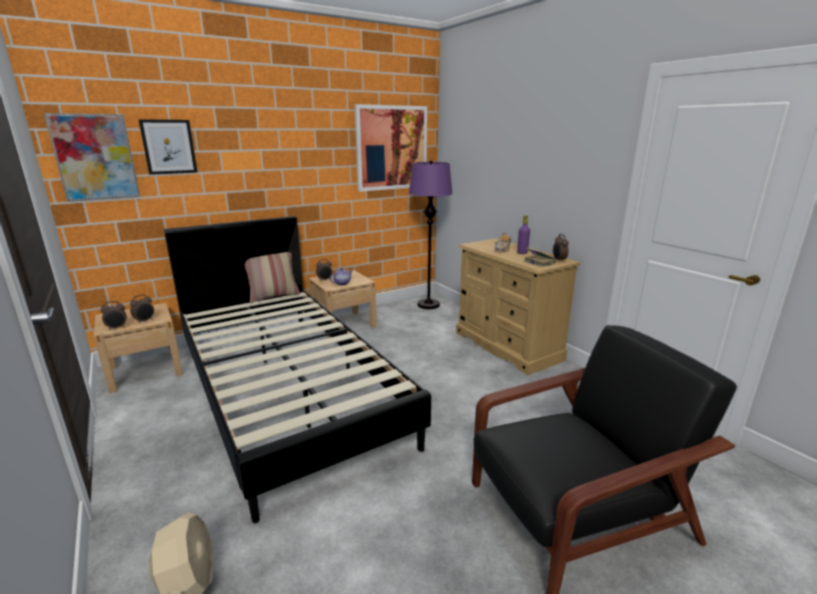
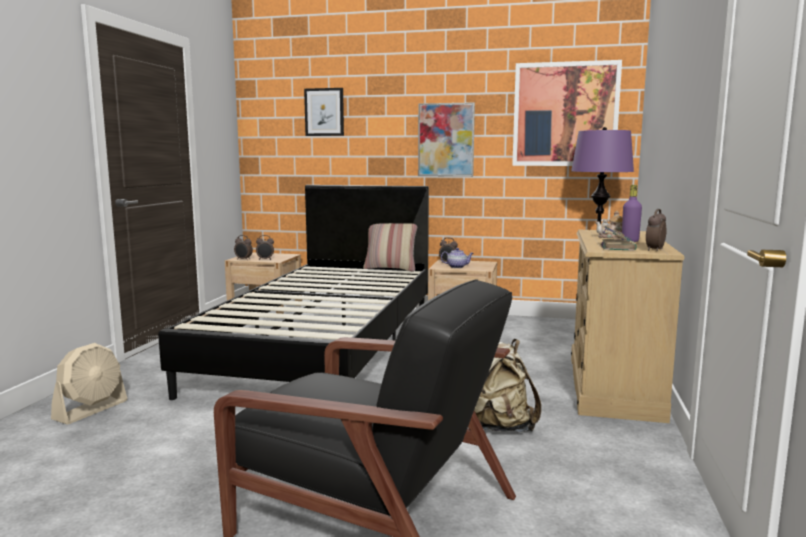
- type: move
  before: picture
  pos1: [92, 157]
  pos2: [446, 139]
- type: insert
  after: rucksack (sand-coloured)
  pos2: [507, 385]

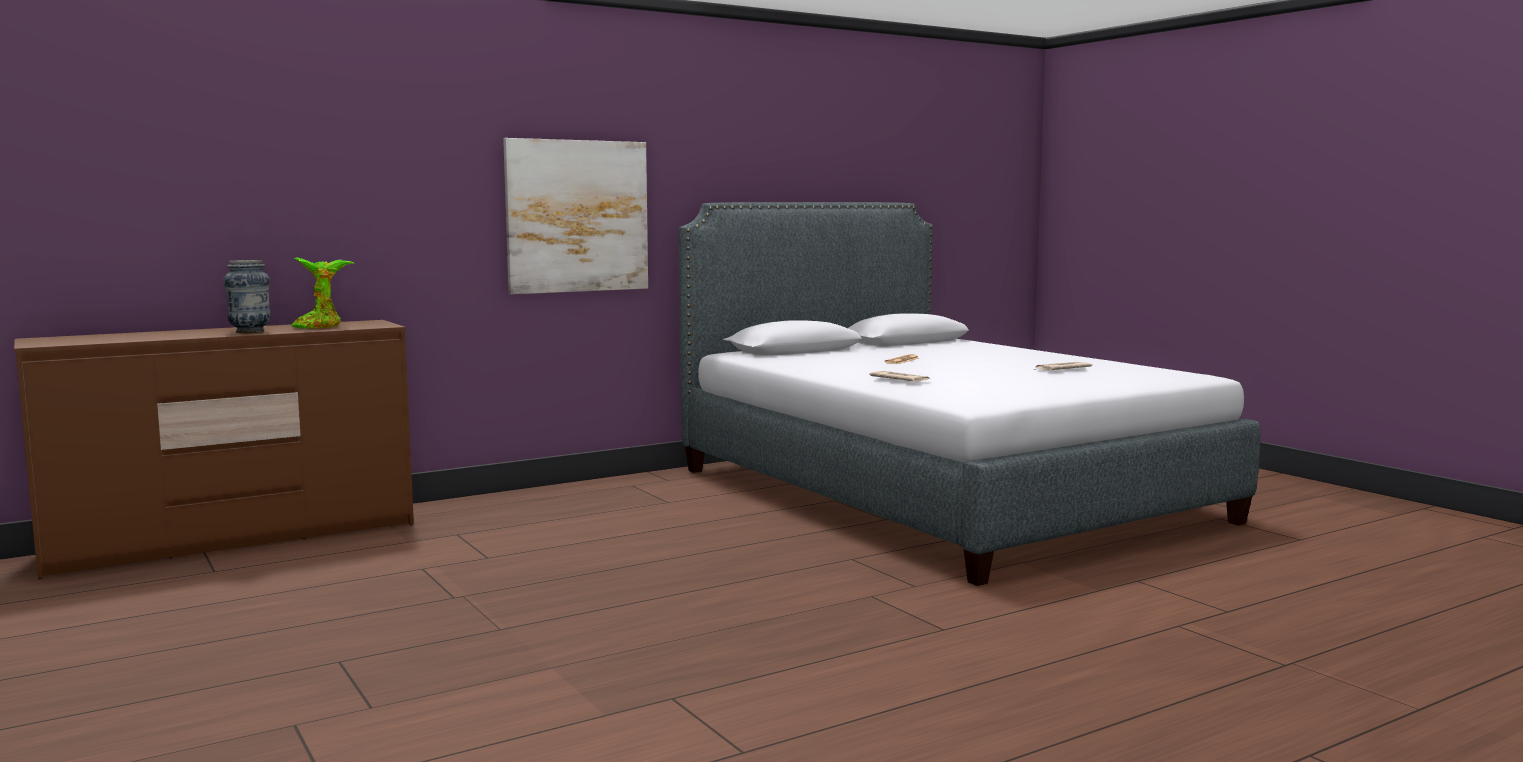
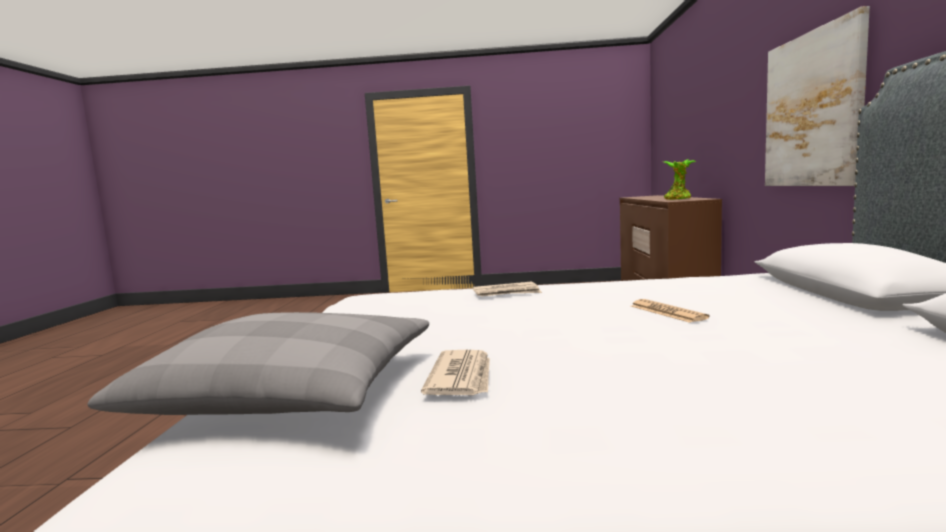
- type: delete
  before: decorative vase
  pos1: [247, 296]
- type: insert
  after: cushion (grey)
  pos2: [258, 363]

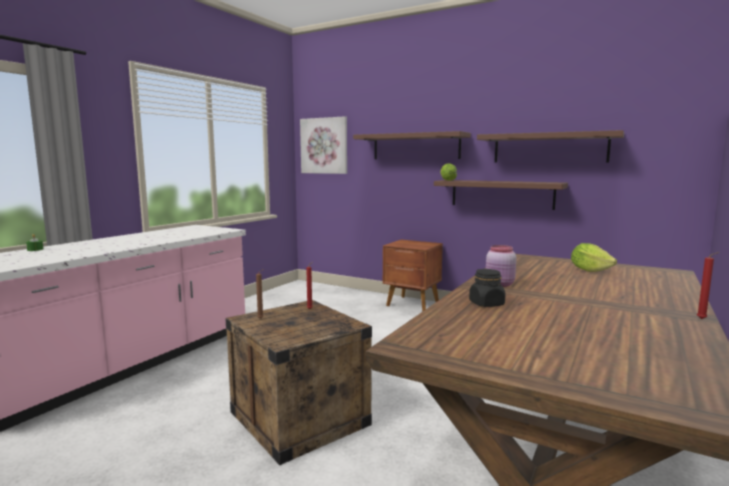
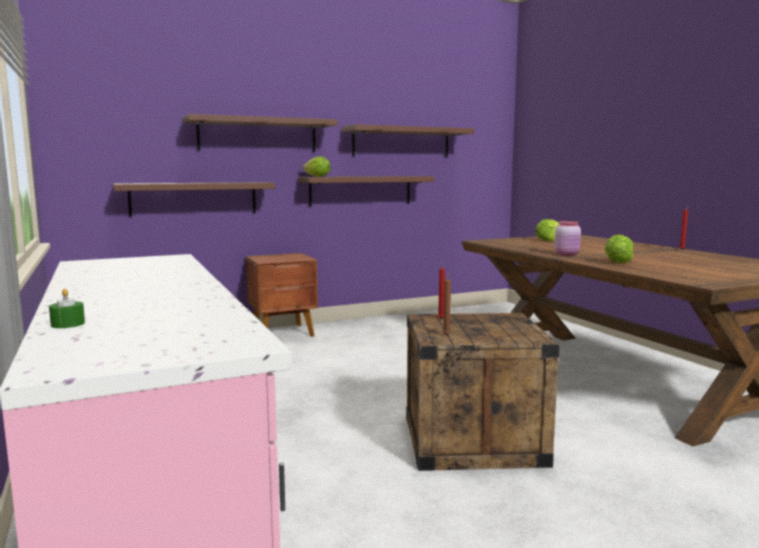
- type: delete
  before: picture
  pos1: [323, 145]
- type: replace
  before: storage jar (black-coloured)
  after: lettuce head
  pos1: [487, 288]
  pos2: [618, 249]
- type: insert
  after: shelf (brown-coloured)
  pos2: [194, 199]

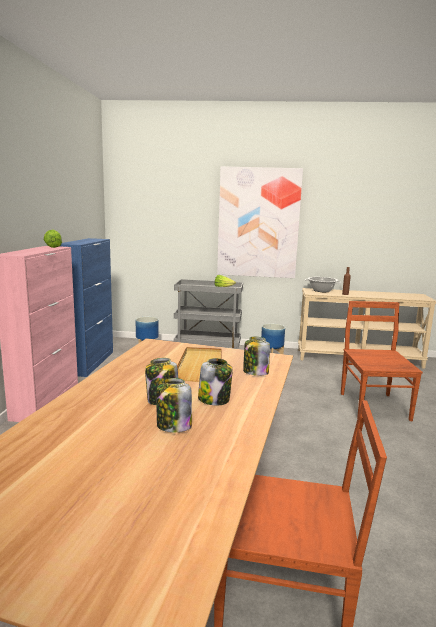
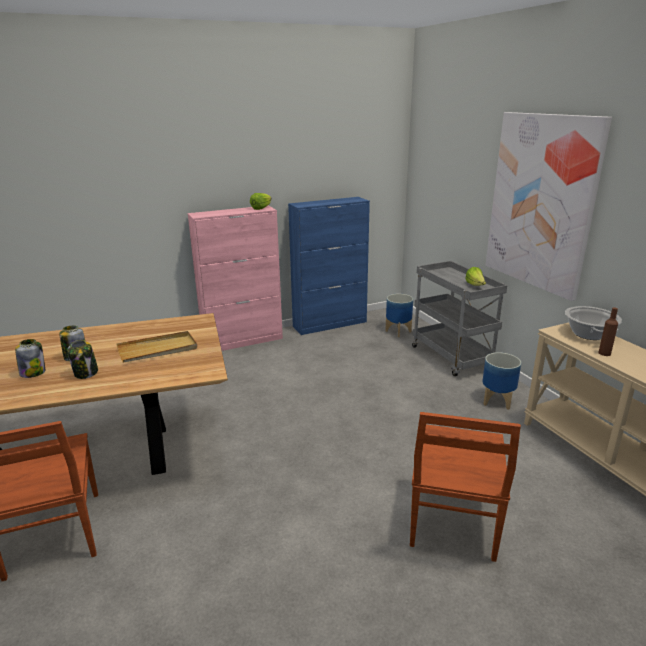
- type: delete
  before: storage jar
  pos1: [256, 356]
- type: rotate
  before: plain chair (brown-coloured)
  pos1: [382, 361]
  pos2: [465, 487]
  turn: 135

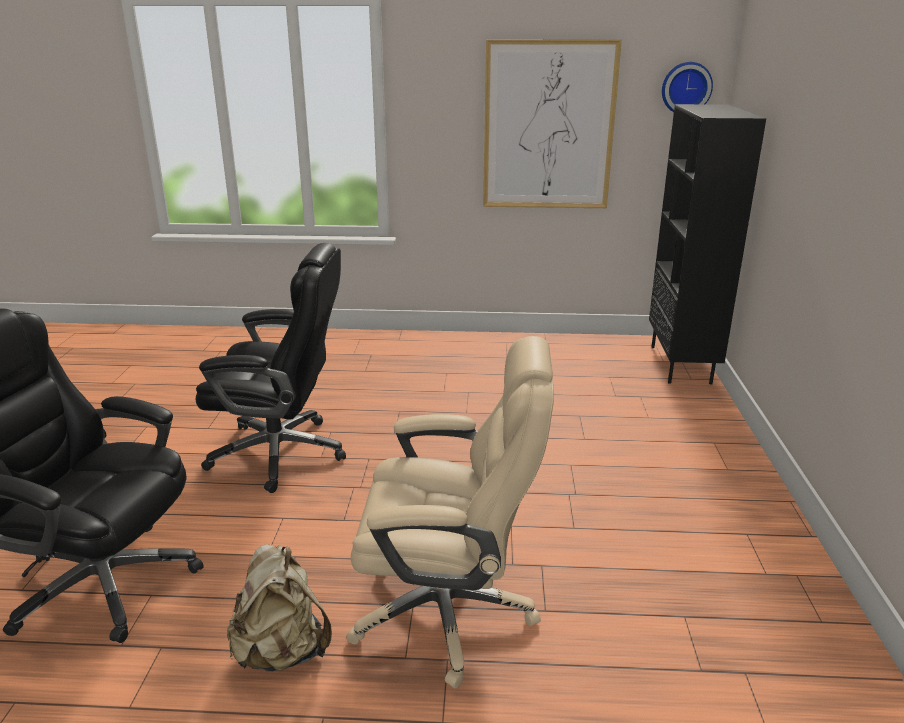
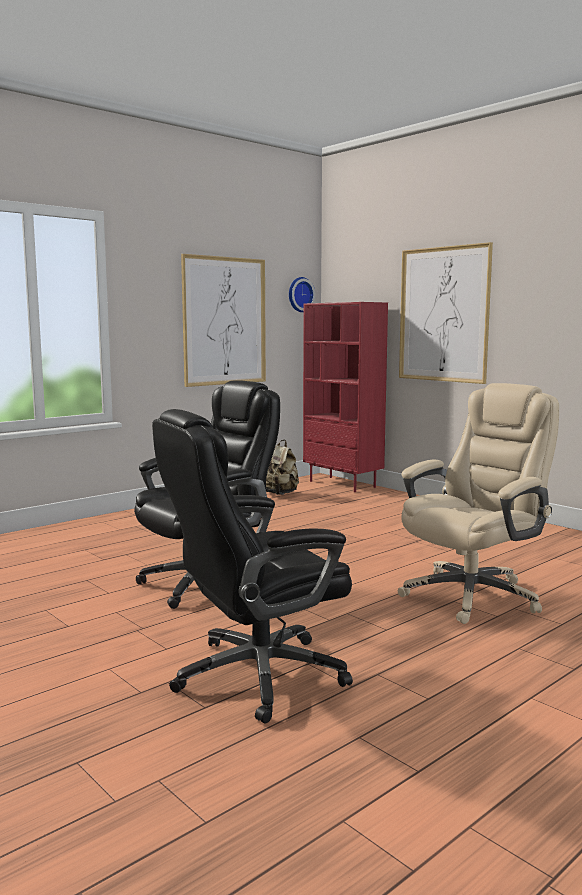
- type: move
  before: rucksack (sand-coloured)
  pos1: [279, 607]
  pos2: [282, 467]
- type: recolor
  before: bookshelf (black-coloured)
  after: bookshelf (reddish)
  pos1: [707, 244]
  pos2: [345, 397]
- type: insert
  after: picture
  pos2: [446, 313]

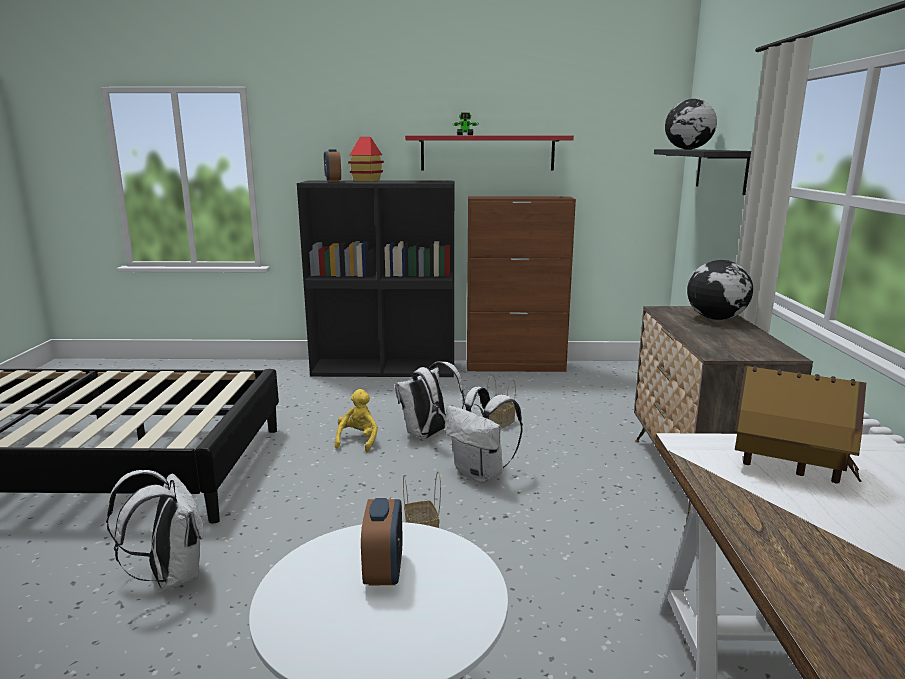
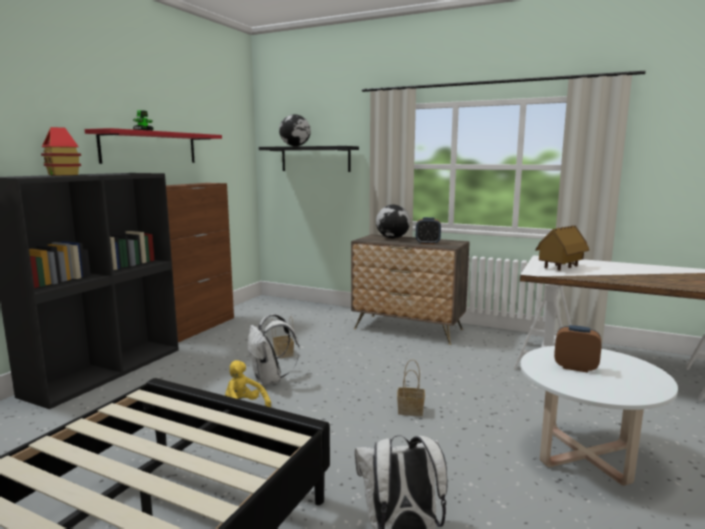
- type: move
  before: table clock
  pos1: [332, 165]
  pos2: [428, 230]
- type: delete
  before: rucksack (white-coloured)
  pos1: [484, 435]

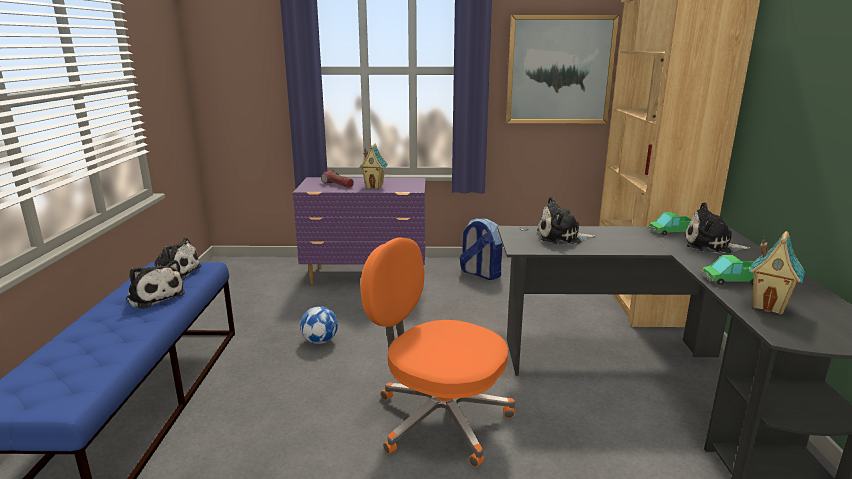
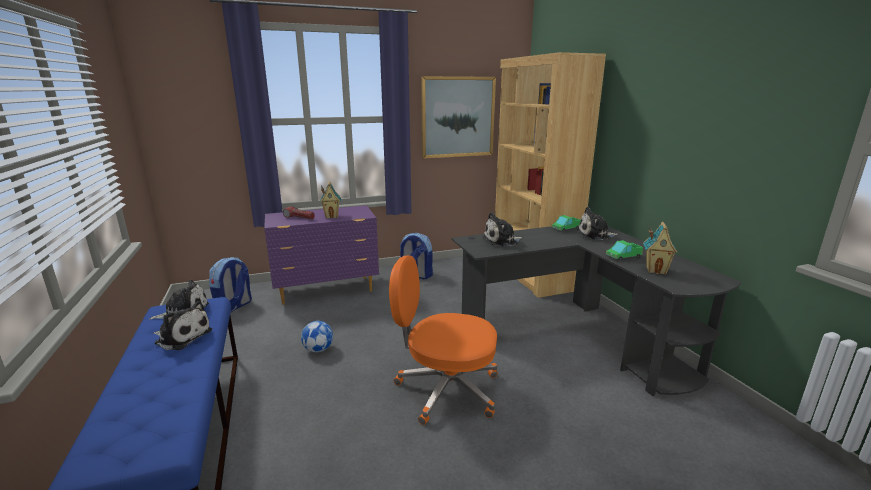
- type: insert
  after: rucksack
  pos2: [230, 284]

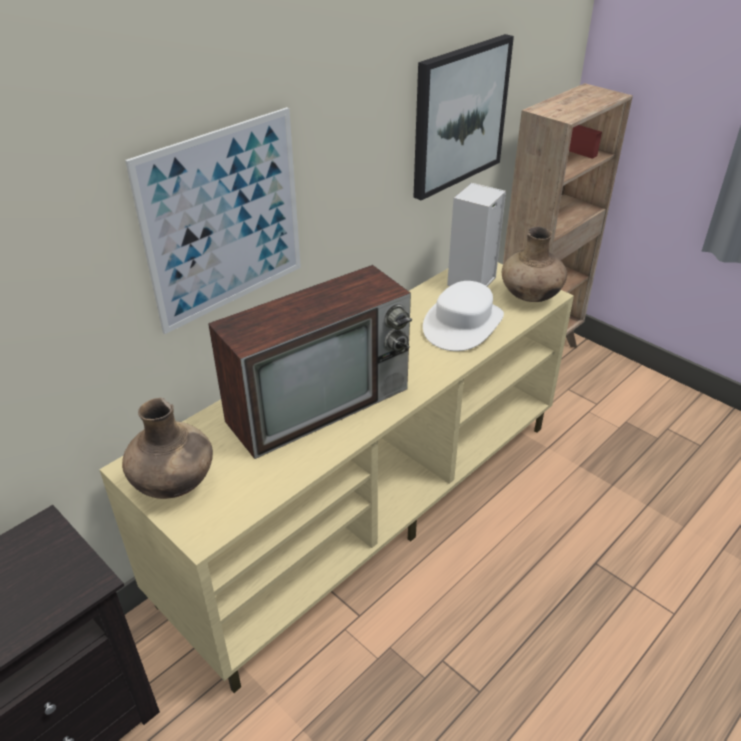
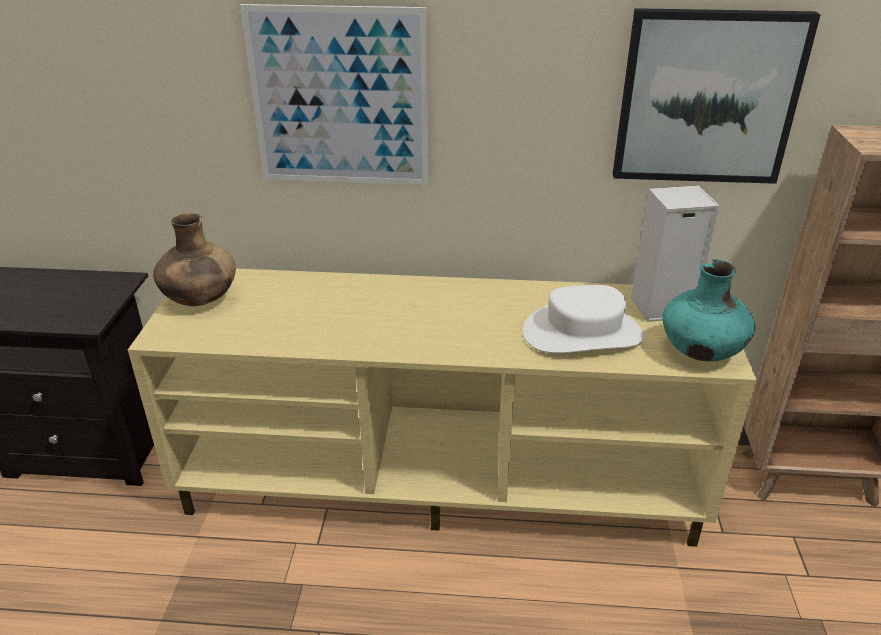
- type: delete
  before: TV
  pos1: [310, 362]
- type: recolor
  before: decorative vase (brown-coloured)
  after: decorative vase (turquoise-coloured)
  pos1: [534, 264]
  pos2: [708, 310]

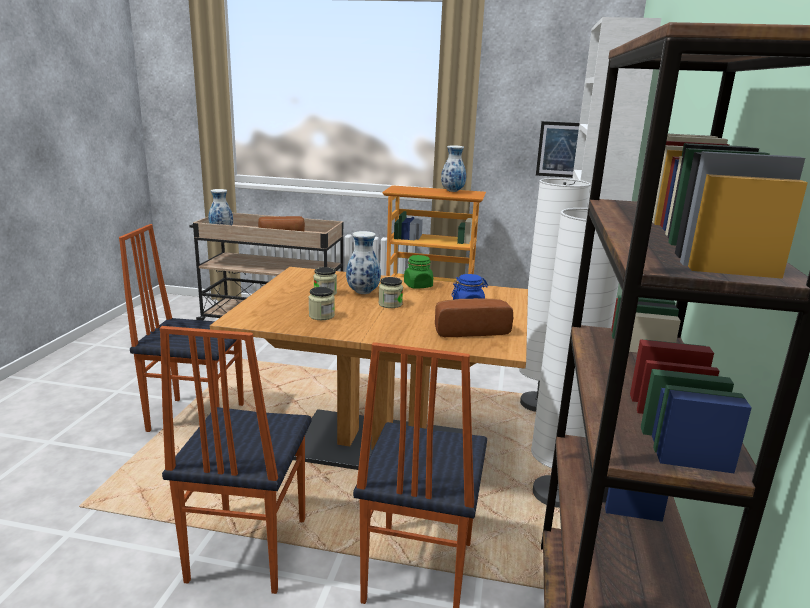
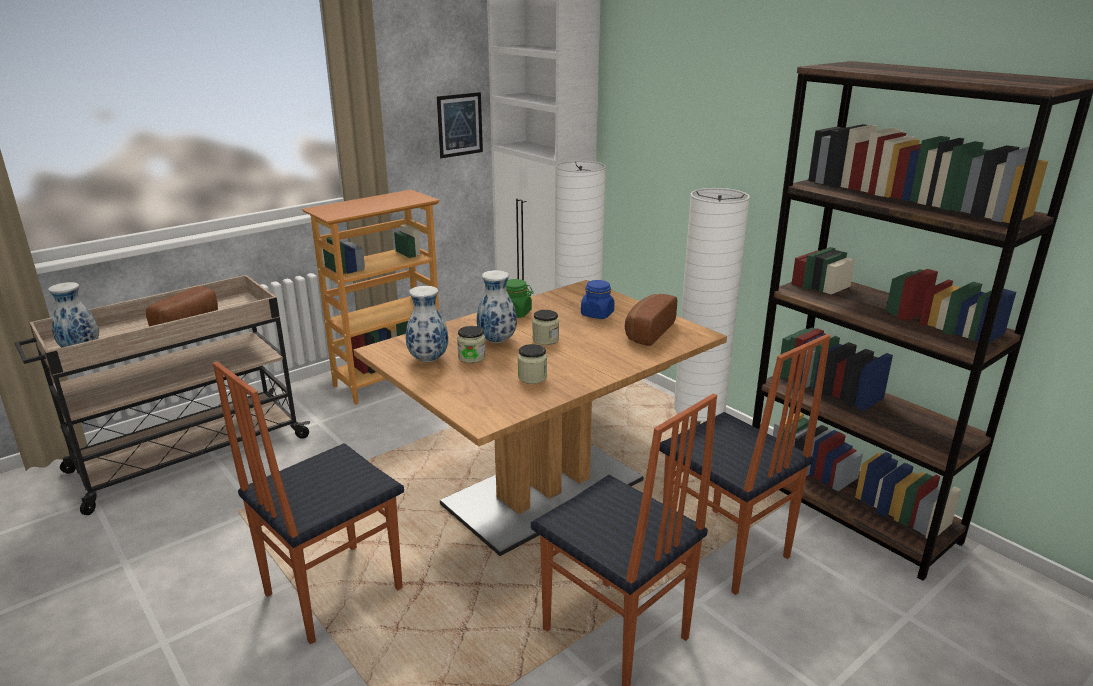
- type: move
  before: decorative vase
  pos1: [453, 168]
  pos2: [427, 324]

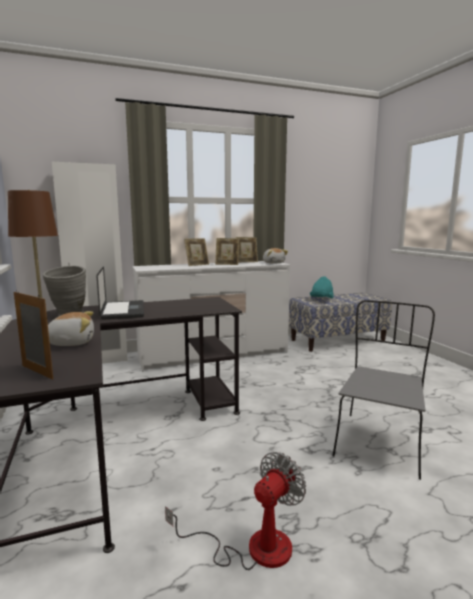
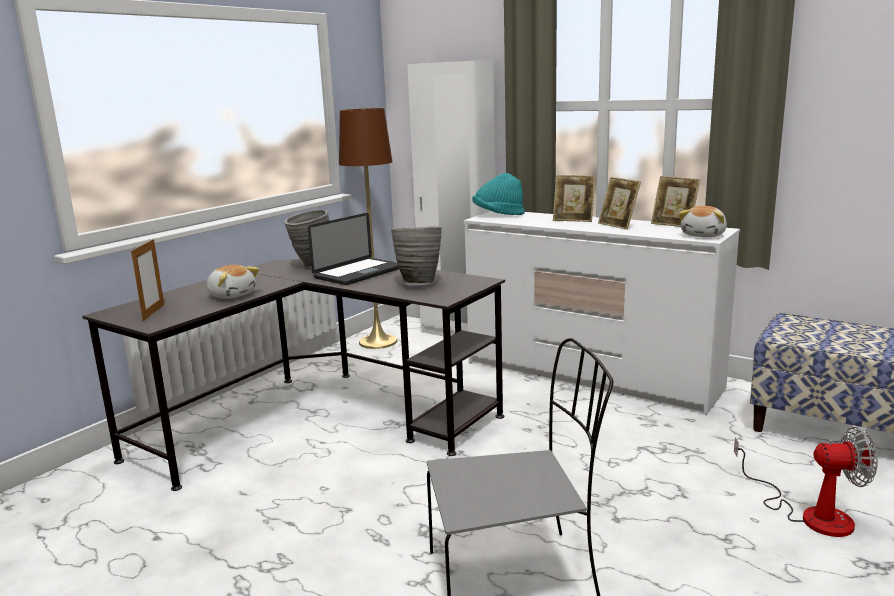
- type: move
  before: fan
  pos1: [235, 511]
  pos2: [806, 481]
- type: move
  before: wearable hat (turquoise-coloured)
  pos1: [321, 287]
  pos2: [498, 194]
- type: insert
  after: decorative vase (grey)
  pos2: [416, 255]

